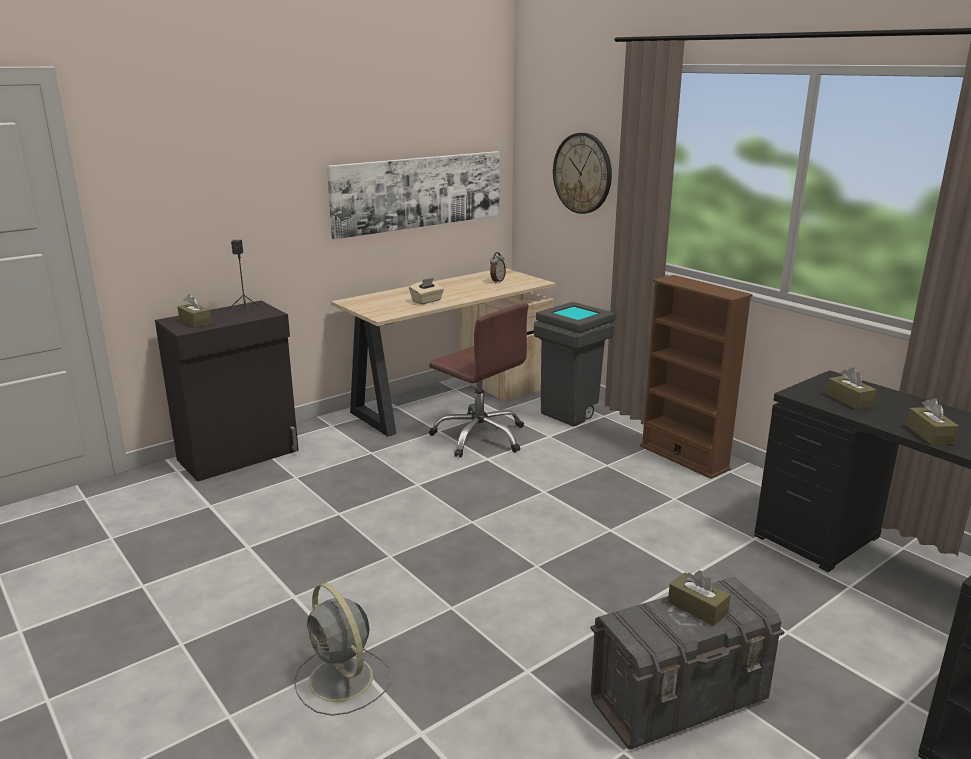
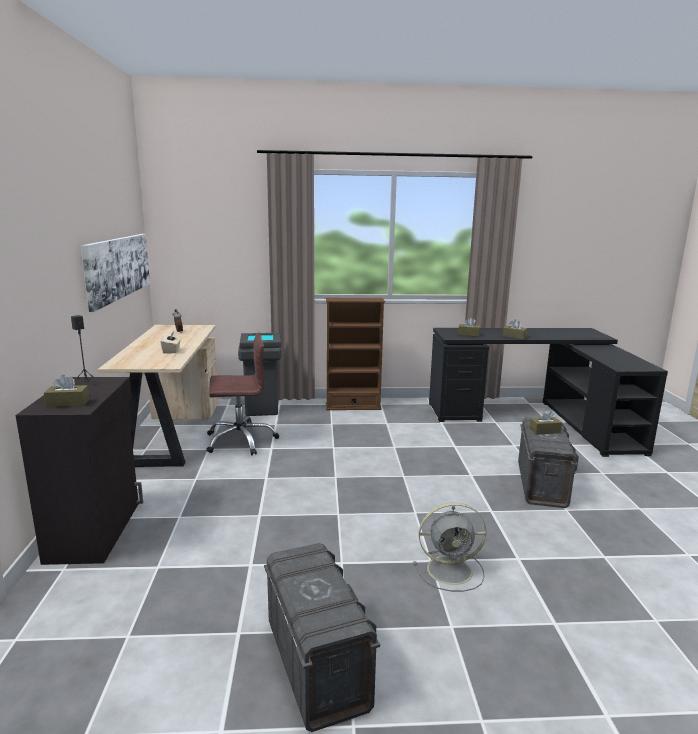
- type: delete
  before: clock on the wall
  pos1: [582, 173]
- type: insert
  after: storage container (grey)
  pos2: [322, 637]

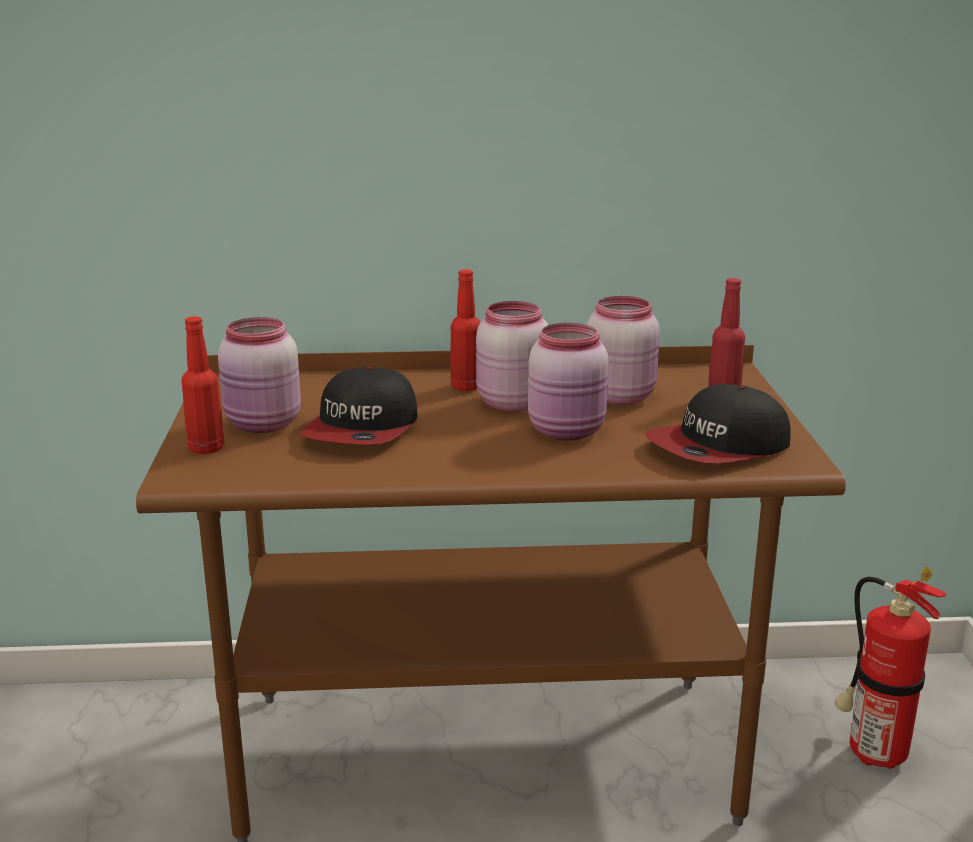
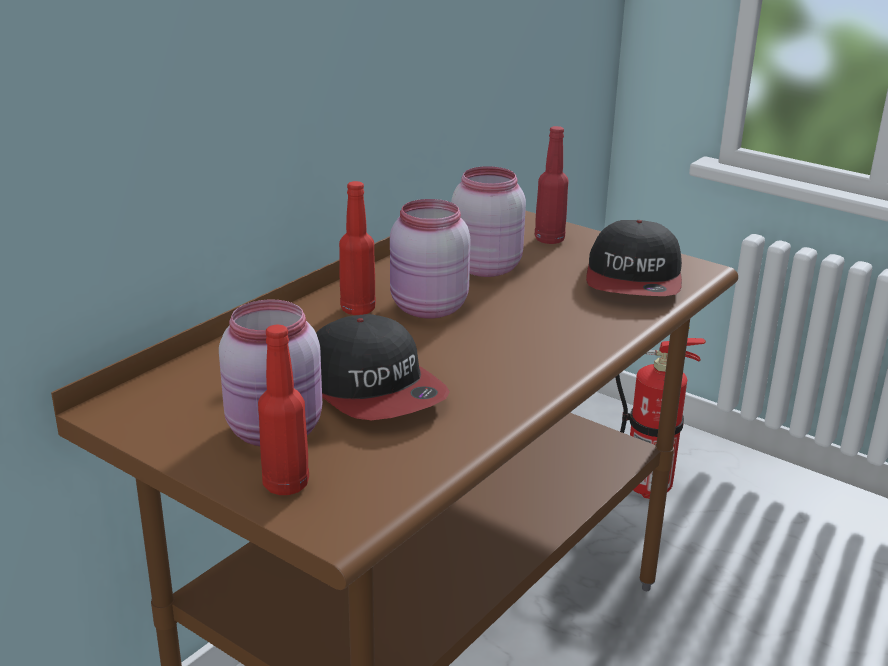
- type: delete
  before: storage jar (pinkish)
  pos1: [568, 382]

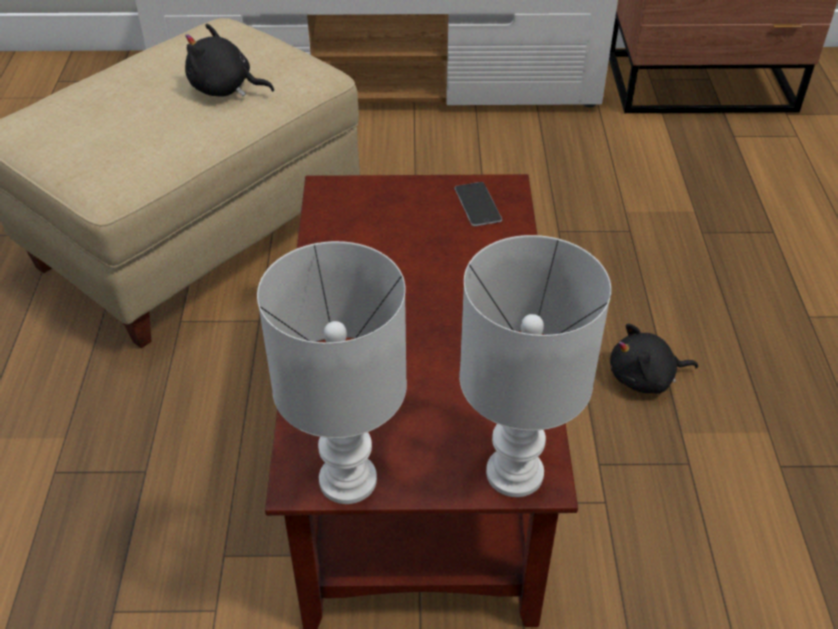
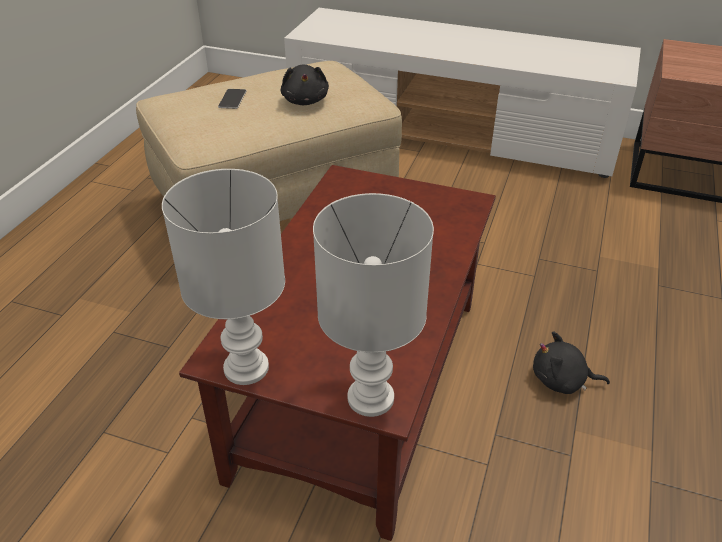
- type: rotate
  before: soft toy (black-coloured)
  pos1: [229, 60]
  pos2: [305, 85]
  turn: -135
- type: move
  before: phone
  pos1: [478, 204]
  pos2: [232, 99]

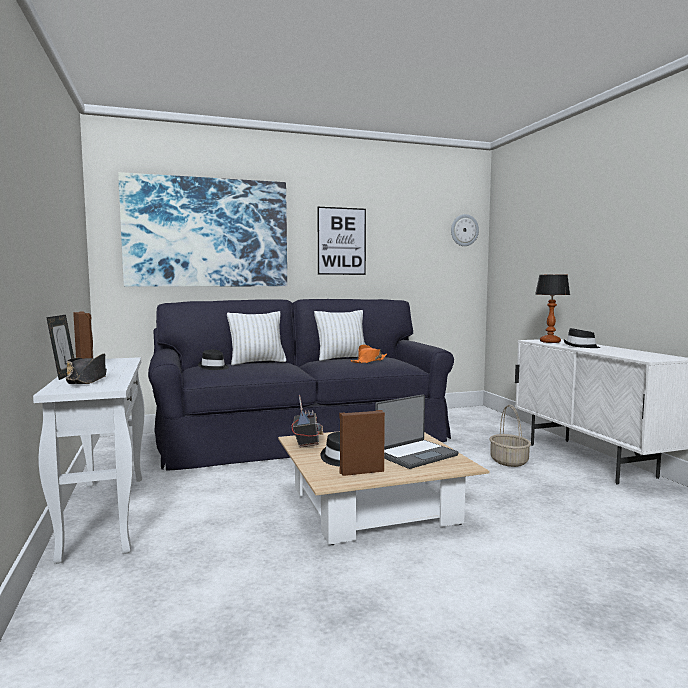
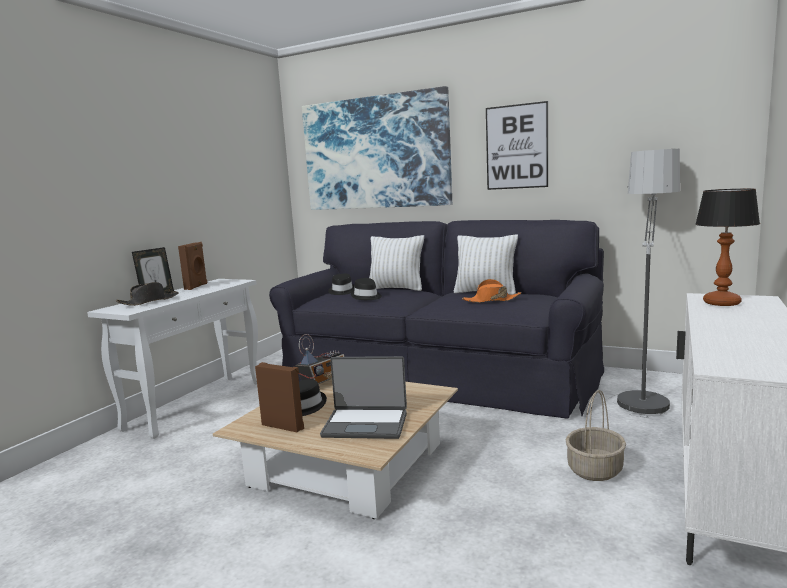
- type: delete
  before: clock on the wall
  pos1: [465, 230]
- type: move
  before: wearable hat (black-coloured)
  pos1: [582, 338]
  pos2: [366, 289]
- type: insert
  after: floor lamp
  pos2: [644, 283]

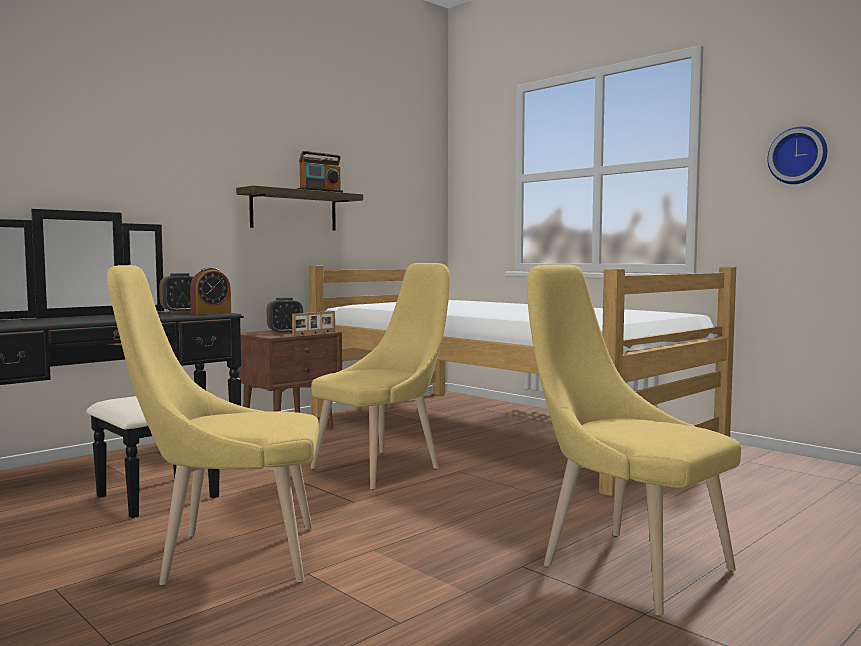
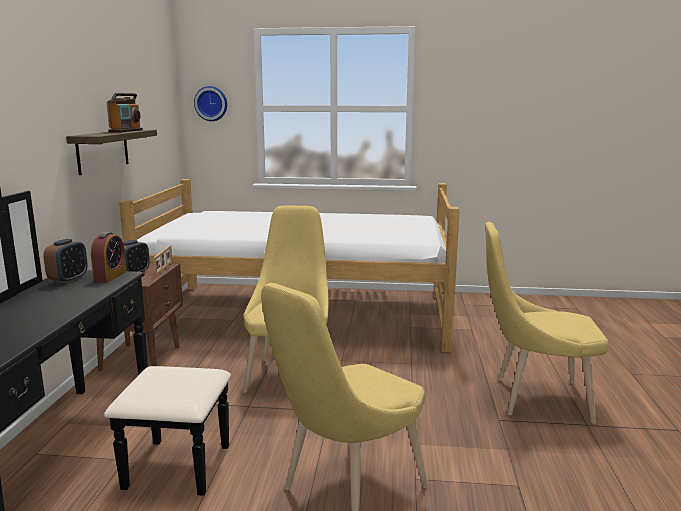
- type: move
  before: clock on the wall
  pos1: [797, 155]
  pos2: [210, 103]

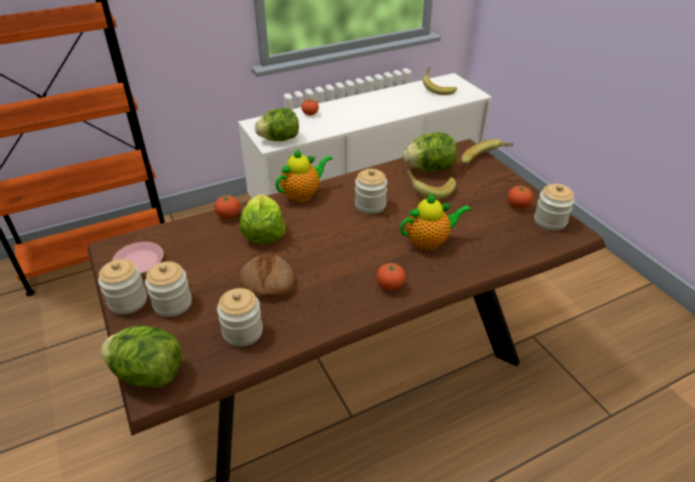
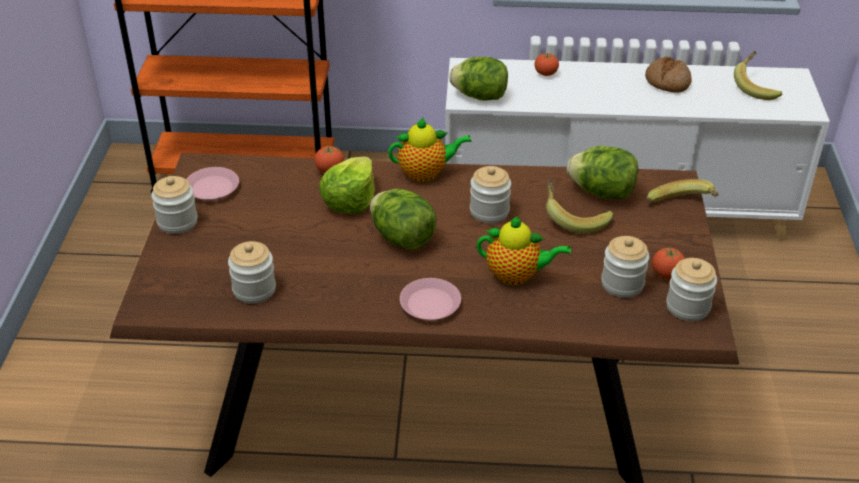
- type: move
  before: lettuce head
  pos1: [141, 356]
  pos2: [403, 219]
- type: move
  before: storage jar
  pos1: [168, 289]
  pos2: [625, 267]
- type: move
  before: baked bread
  pos1: [267, 276]
  pos2: [668, 75]
- type: replace
  before: fresh tomato
  after: plate (pinkish)
  pos1: [390, 276]
  pos2: [430, 299]

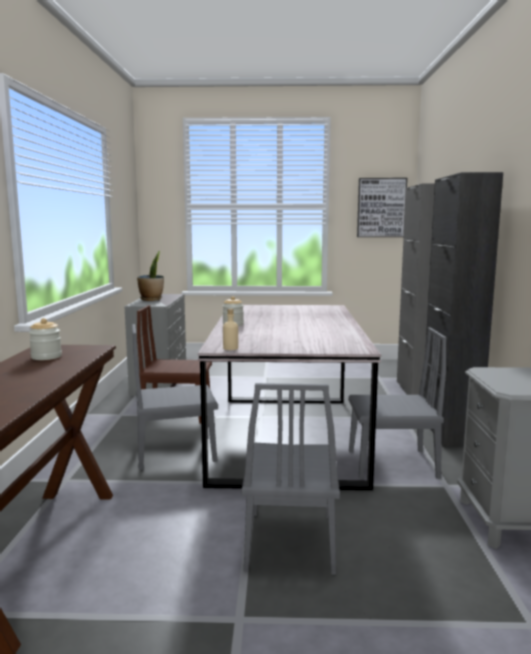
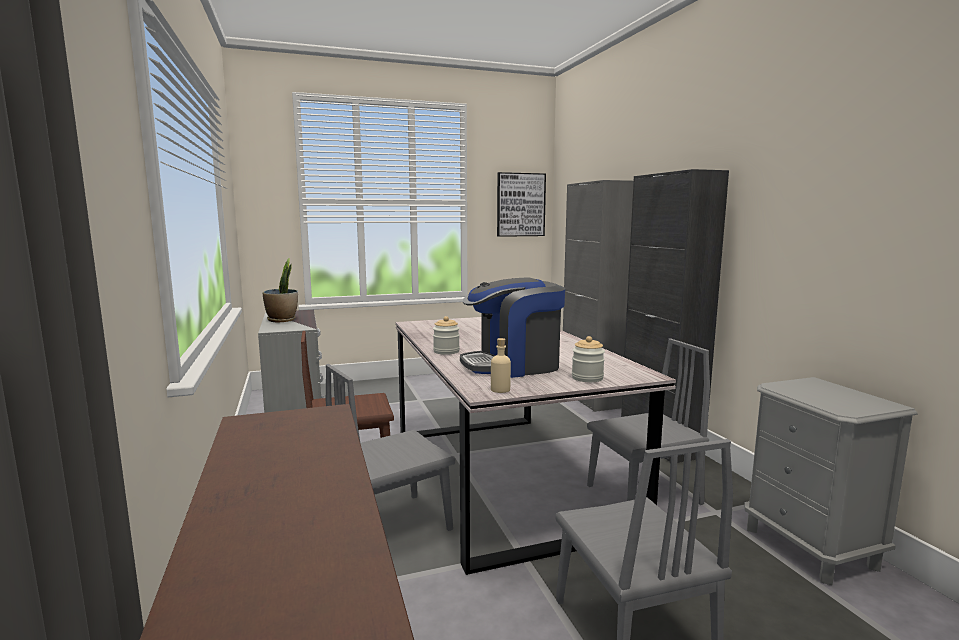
- type: move
  before: storage jar
  pos1: [45, 339]
  pos2: [588, 359]
- type: insert
  after: coffee machine
  pos2: [512, 327]

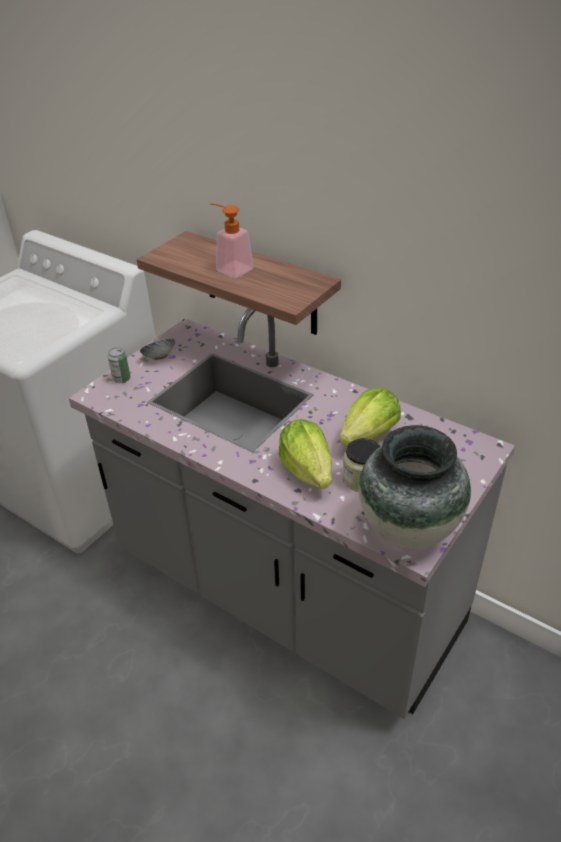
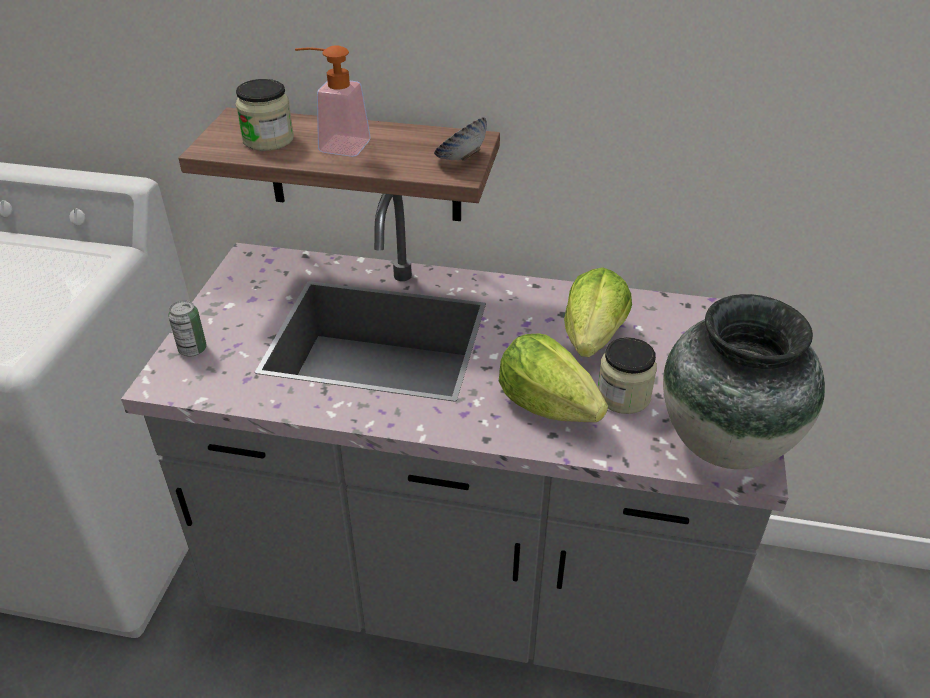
- type: move
  before: deep dish
  pos1: [157, 349]
  pos2: [460, 139]
- type: insert
  after: storage jar
  pos2: [264, 115]

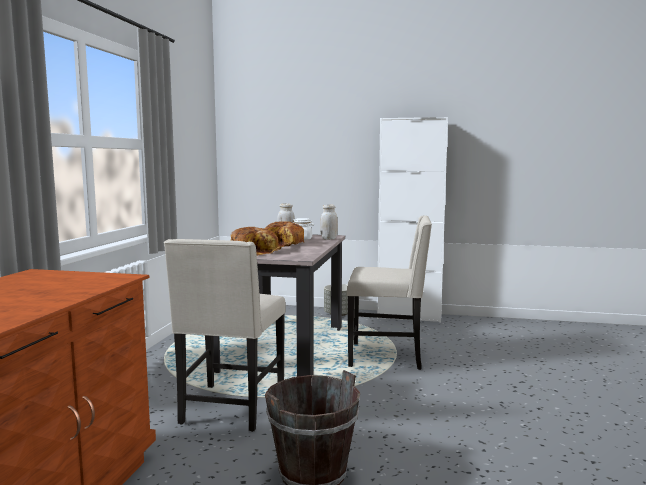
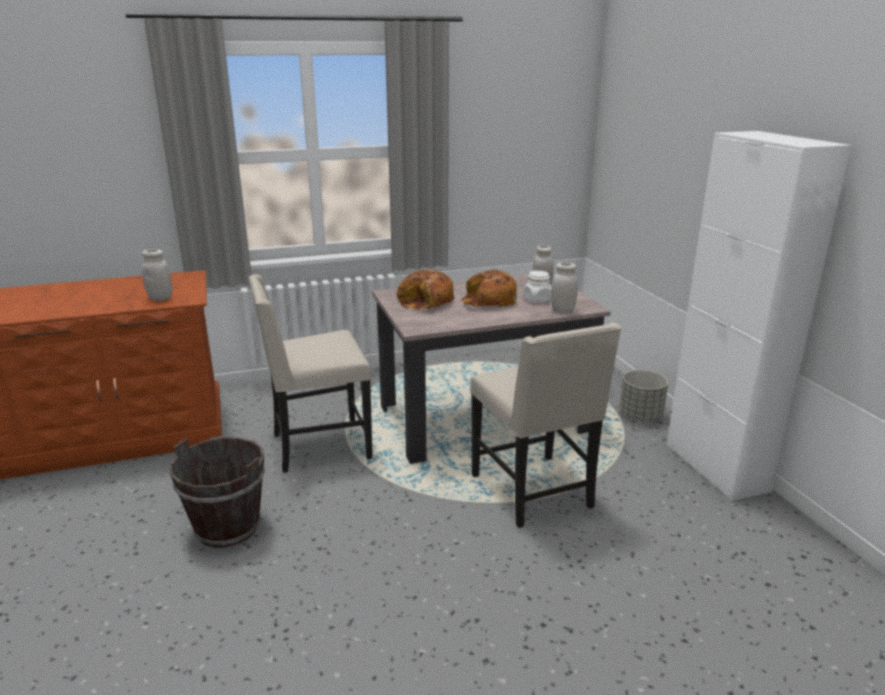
- type: insert
  after: storage jar (white-coloured)
  pos2: [157, 275]

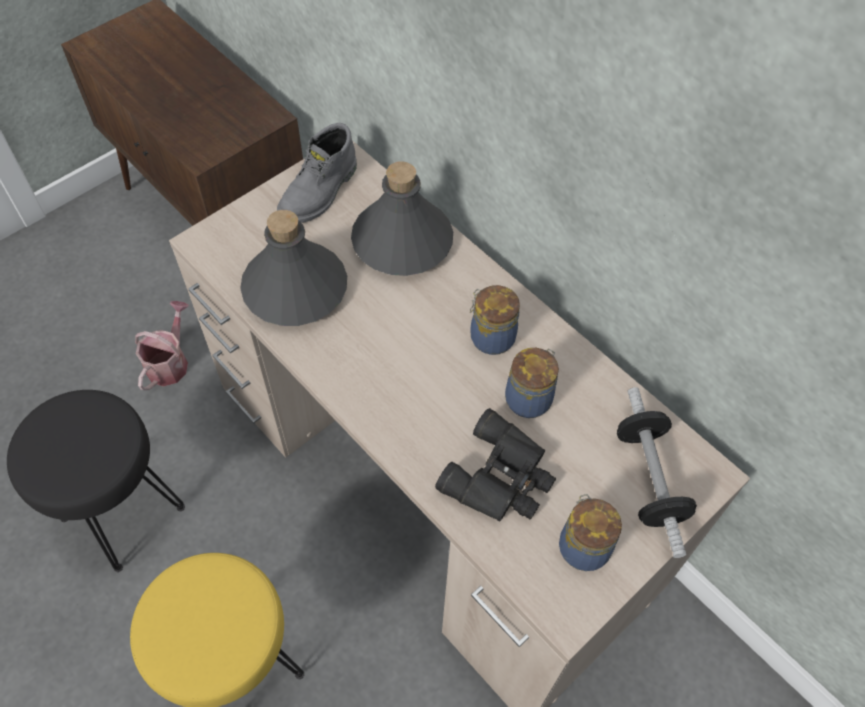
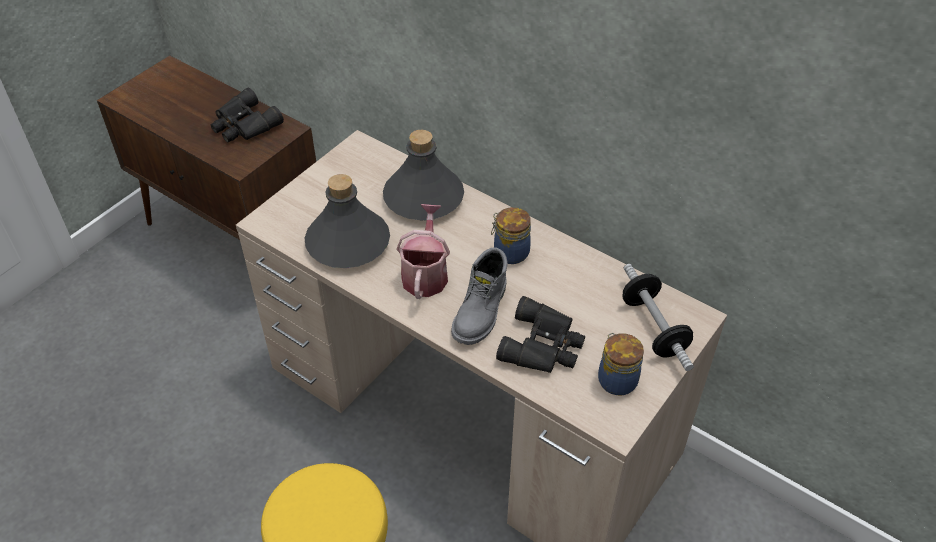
- type: delete
  before: sitting stool (black-coloured)
  pos1: [96, 481]
- type: move
  before: sprinkling can
  pos1: [162, 345]
  pos2: [423, 251]
- type: move
  before: tall boot (grey)
  pos1: [317, 173]
  pos2: [479, 296]
- type: delete
  before: storage jar
  pos1: [532, 383]
- type: insert
  after: field glasses (black-coloured)
  pos2: [247, 115]

